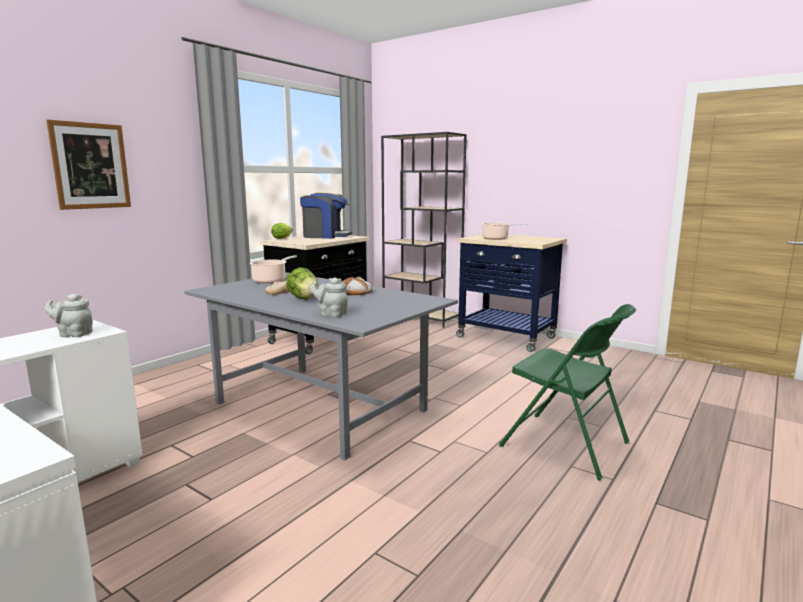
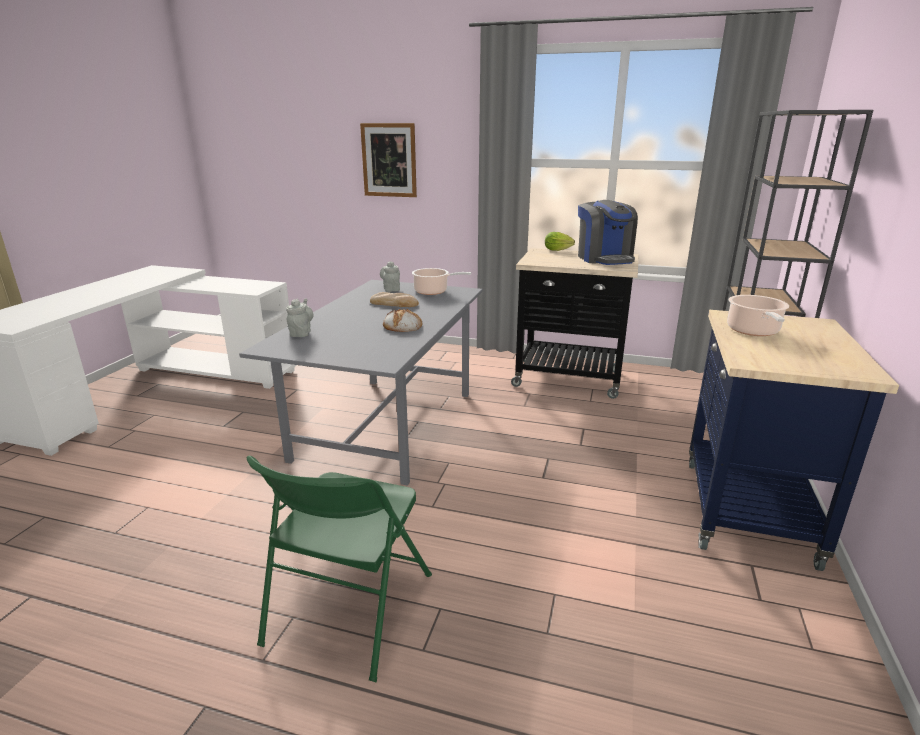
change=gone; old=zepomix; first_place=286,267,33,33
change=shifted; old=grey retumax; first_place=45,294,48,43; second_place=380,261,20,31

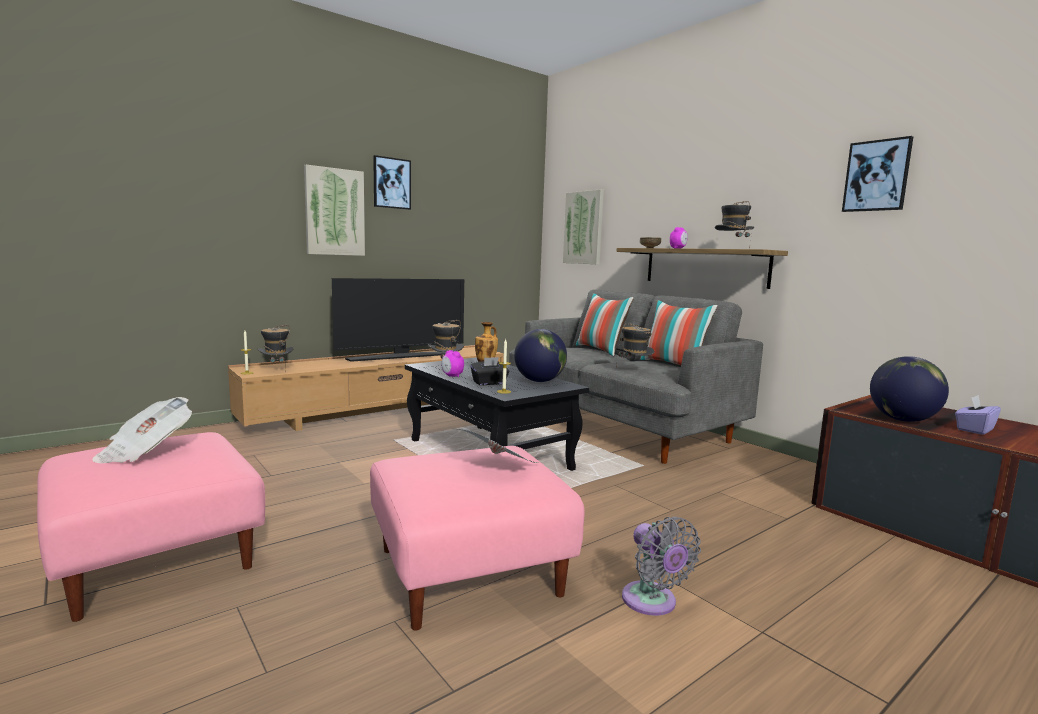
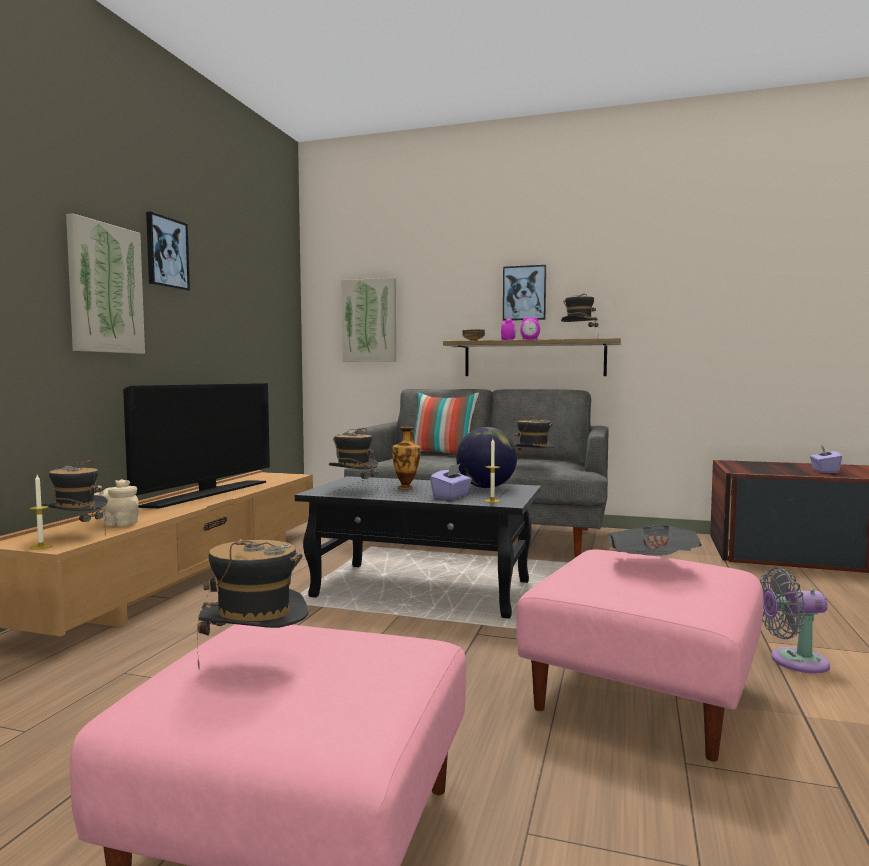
change=gone; old=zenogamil; first_place=640,300,78,66
change=gone; old=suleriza; first_place=870,356,79,66
change=new; new=beige retumax; second_place=94,479,45,48
change=shifted; old=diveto; first_place=442,350,22,27; second_place=520,317,20,23
change=shifted; old=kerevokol; first_place=842,136,71,76; second_place=503,265,43,56
change=swapped; old=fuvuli; new=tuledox; first_place=92,397,100,66; second_place=197,539,112,130
change=repainted; old=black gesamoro; new=purple gesamoro; first_place=470,357,39,28; second_place=430,464,42,36
change=rotated; old=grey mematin; first_place=622,517,79,99; second_place=760,567,70,106; degrees=150

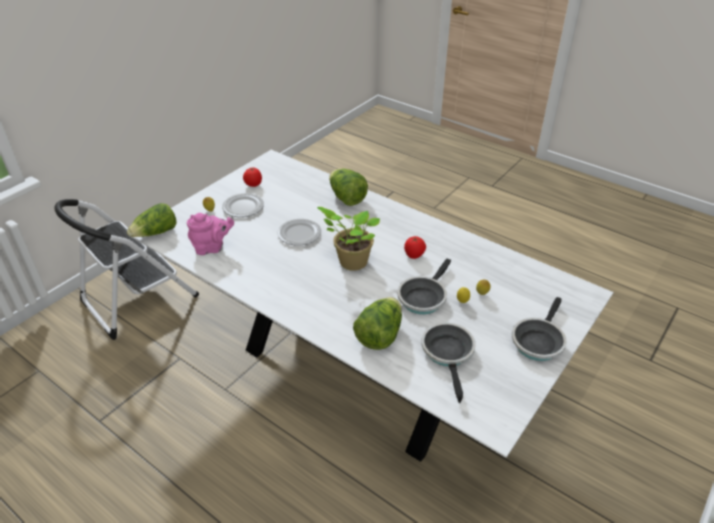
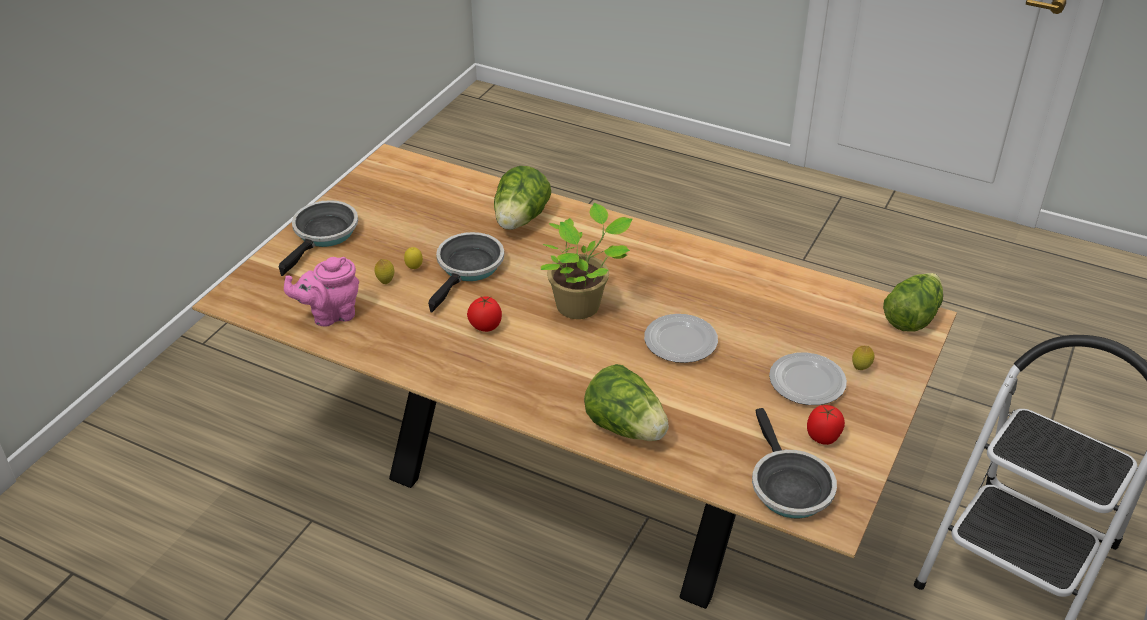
change=shifted; old=pink retumax; first_place=187,213,47,42; second_place=284,257,75,69
change=shifted; old=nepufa; first_place=421,323,55,80; second_place=752,408,85,110
change=repainted; old=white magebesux; new=brown magebesux; first_place=132,150,482,312; second_place=192,144,765,465

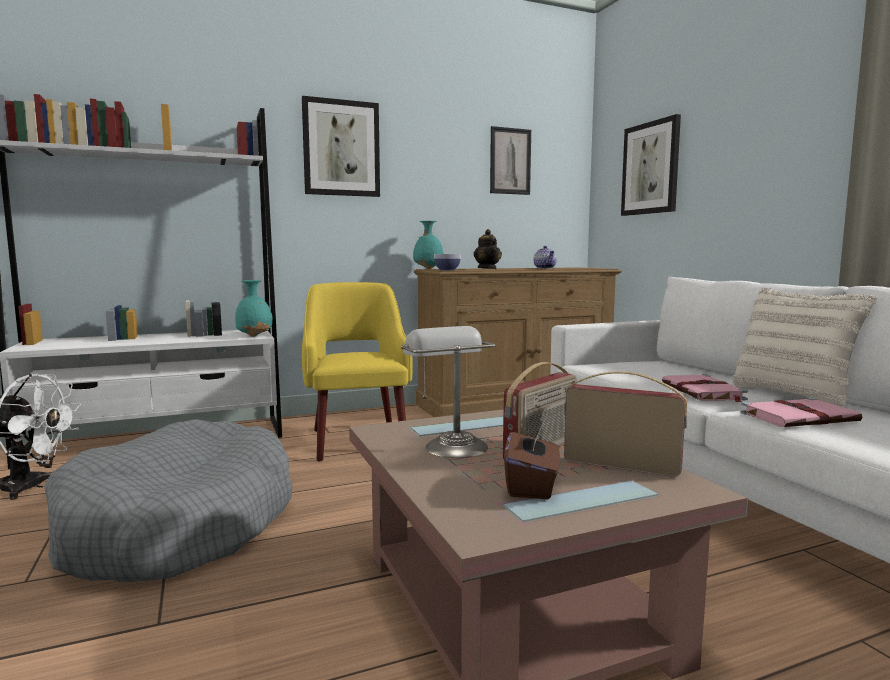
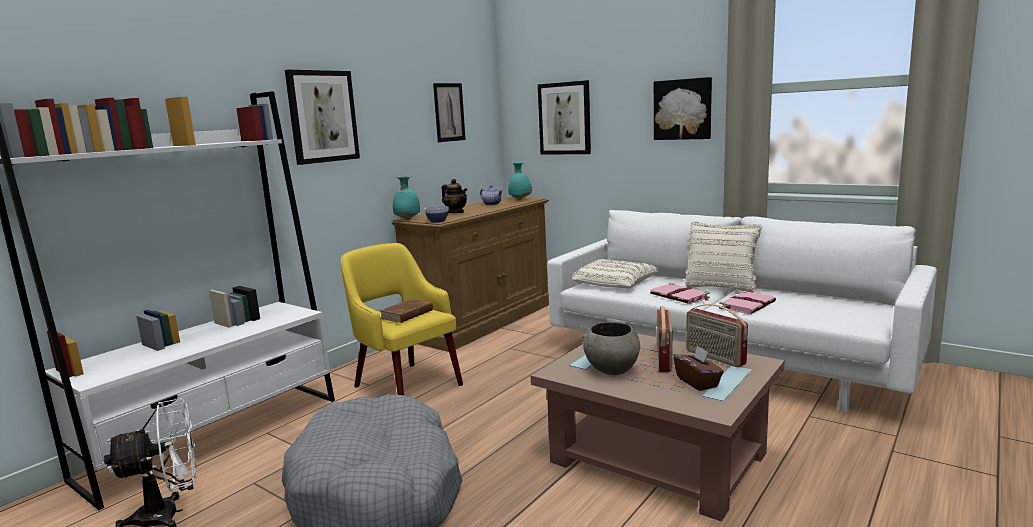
change=new; new=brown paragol; second_place=379,299,55,24
change=new; new=beige zenogamil; second_place=572,259,86,30
change=new; new=kerevokol; second_place=654,77,58,63
change=shifted; old=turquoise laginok; first_place=235,280,38,57; second_place=508,162,24,38
change=swapped; old=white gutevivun; new=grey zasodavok; first_place=401,326,95,132; second_place=583,322,57,53
change=rotated; old=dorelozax; first_place=564,371,123,106; second_place=686,304,62,63; degrees=-120

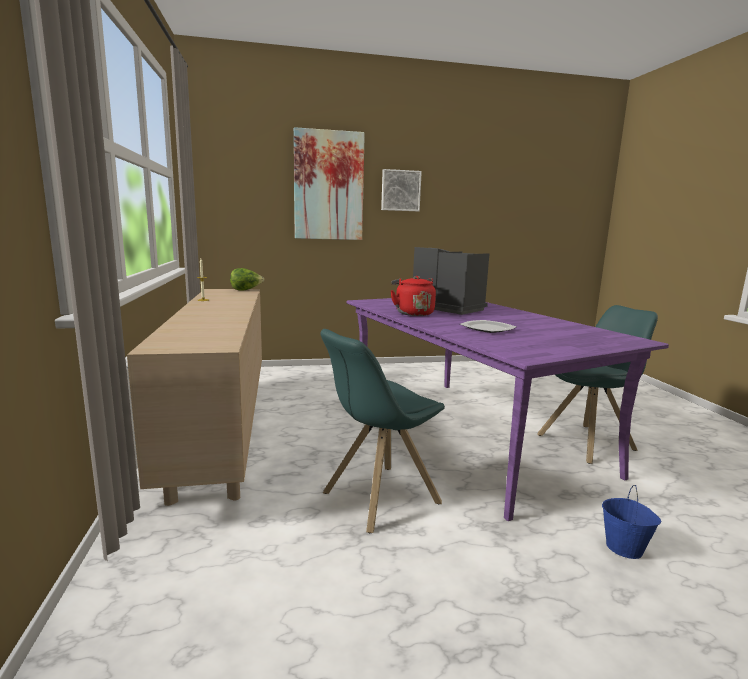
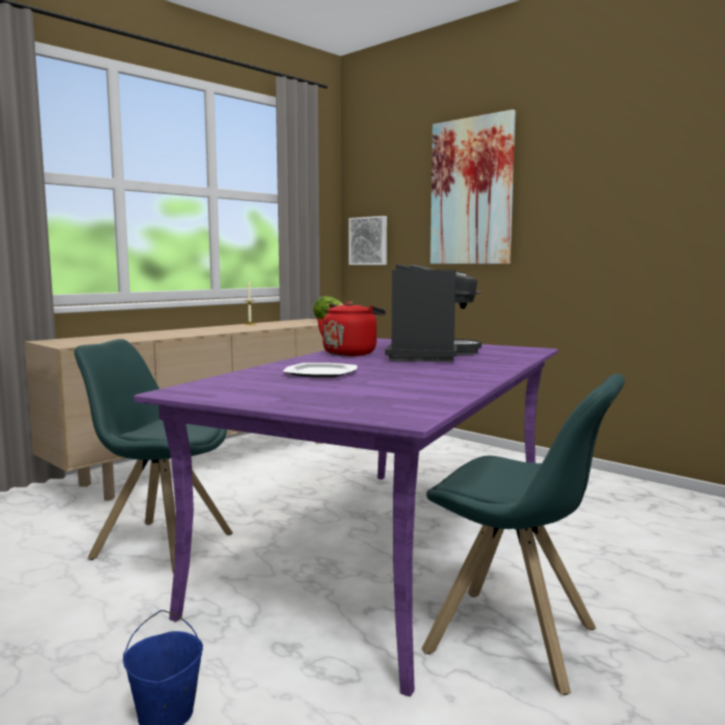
change=shifted; old=kerevokol; first_place=381,169,41,42; second_place=349,216,38,49

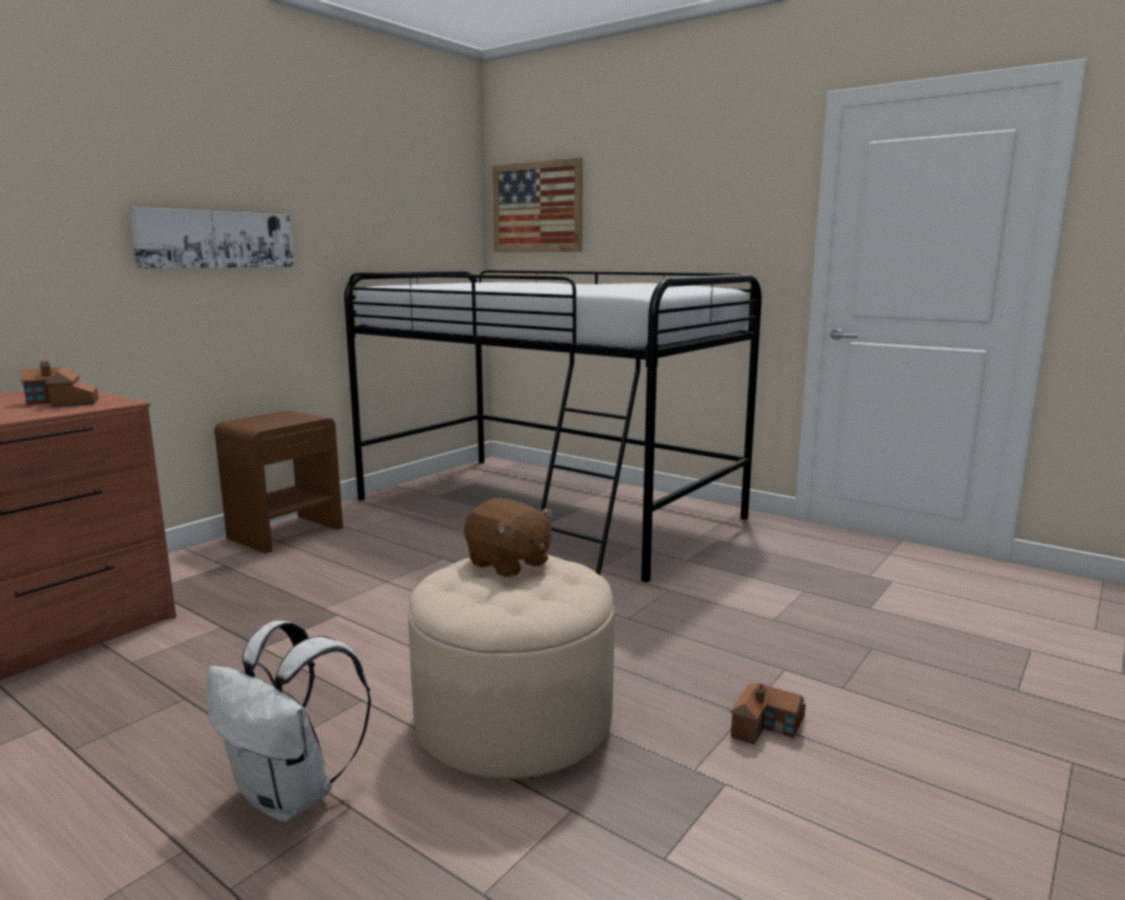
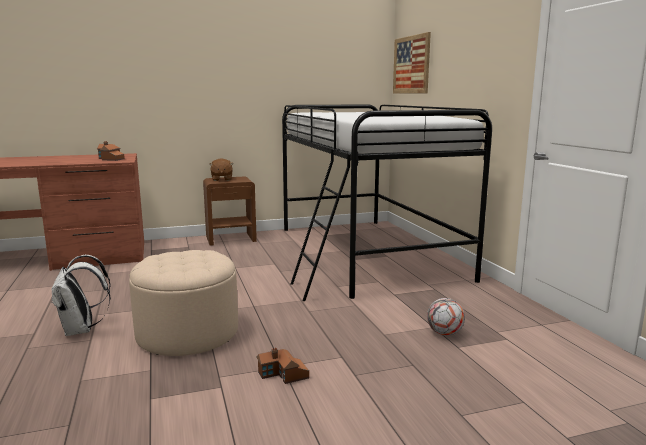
change=gone; old=kerevokol; first_place=128,207,166,62
change=new; new=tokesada; second_place=427,298,38,38
change=shifted; old=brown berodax; first_place=464,498,89,79; second_place=209,158,24,23

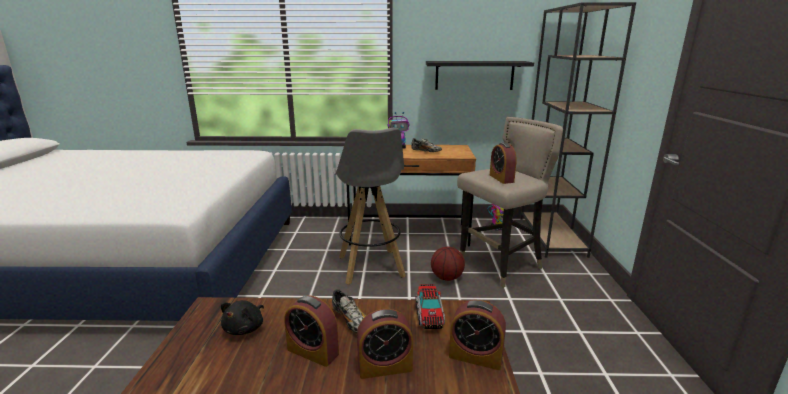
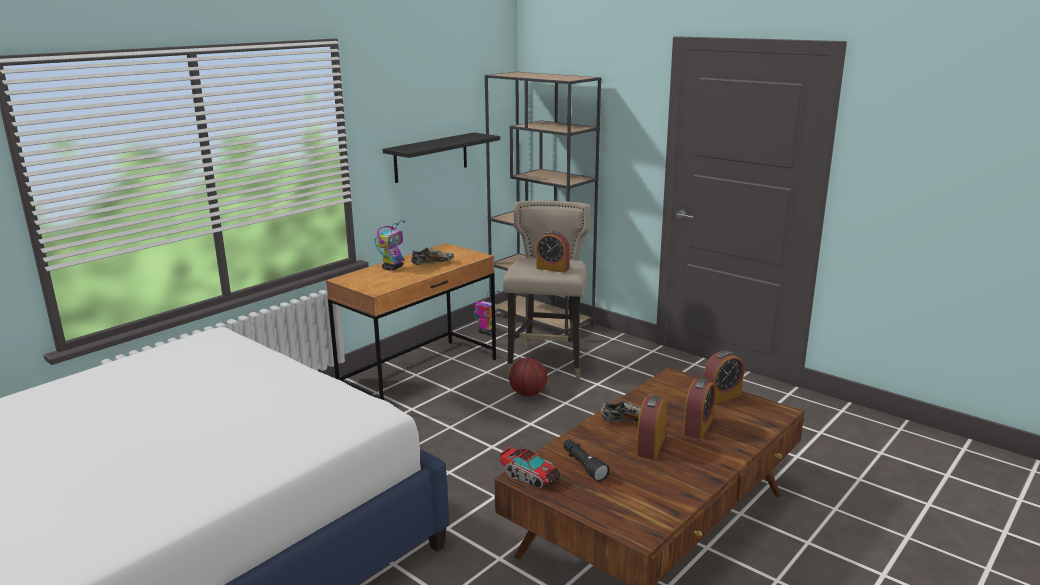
change=gone; old=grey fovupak; first_place=333,127,73,158
change=shifted; old=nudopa; first_place=415,284,30,45; second_place=499,447,62,41
change=swapped; old=black berodax; new=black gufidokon; first_place=221,300,43,35; second_place=563,439,46,43
change=rotated; old=diveto; first_place=284,296,55,71; second_place=636,395,31,65; degrees=135

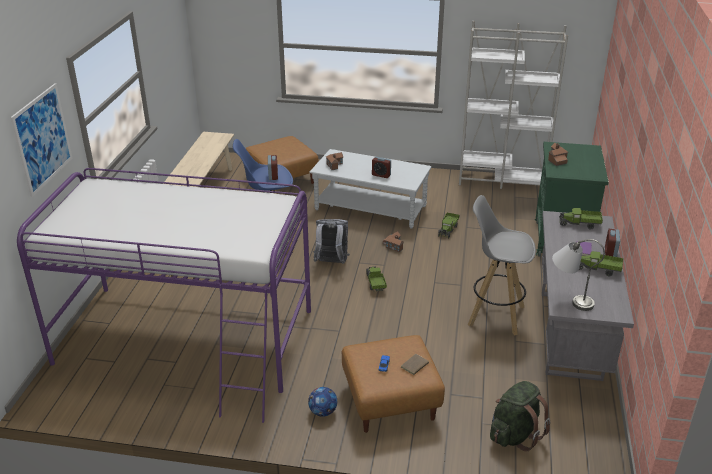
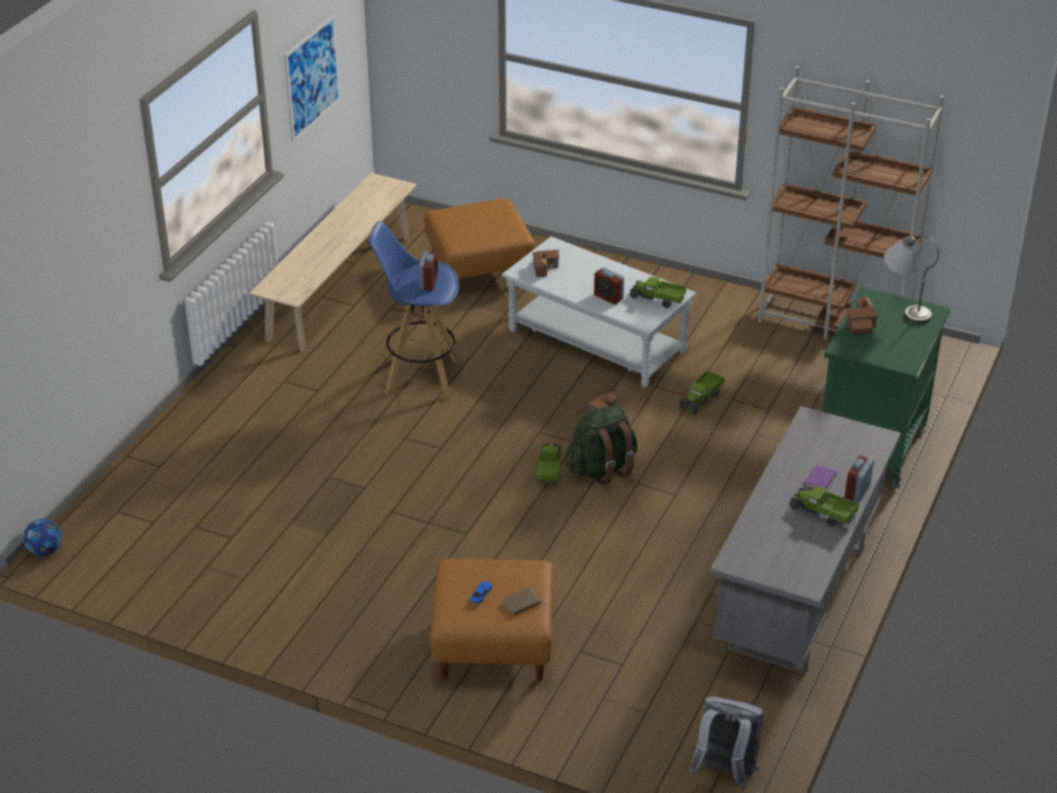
change=gone; old=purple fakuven; first_place=17,168,294,255
change=gone; old=grey fovupak; first_place=468,195,68,141
change=shifted; old=kerevokol; first_place=10,83,62,114; second_place=284,14,57,129
change=shifted; old=tokesada; first_place=308,387,29,30; second_place=23,519,39,37
change=shifted; old=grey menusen; first_place=313,219,36,45; second_place=689,697,75,93
change=shifted; old=green menusen; first_place=490,381,60,70; second_place=566,406,72,80
change=shifted; old=grey gutevivun; first_place=552,239,53,72; second_place=884,235,55,89
change=shifted; old=nudopa; first_place=559,208,44,21; second_place=630,277,57,31
change=repainted; old=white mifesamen; new=brown mifesamen; first_place=459,21,109,168; second_place=758,66,186,274

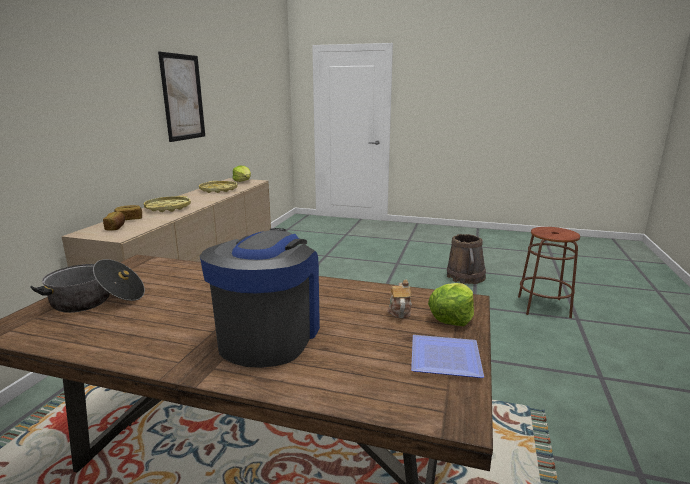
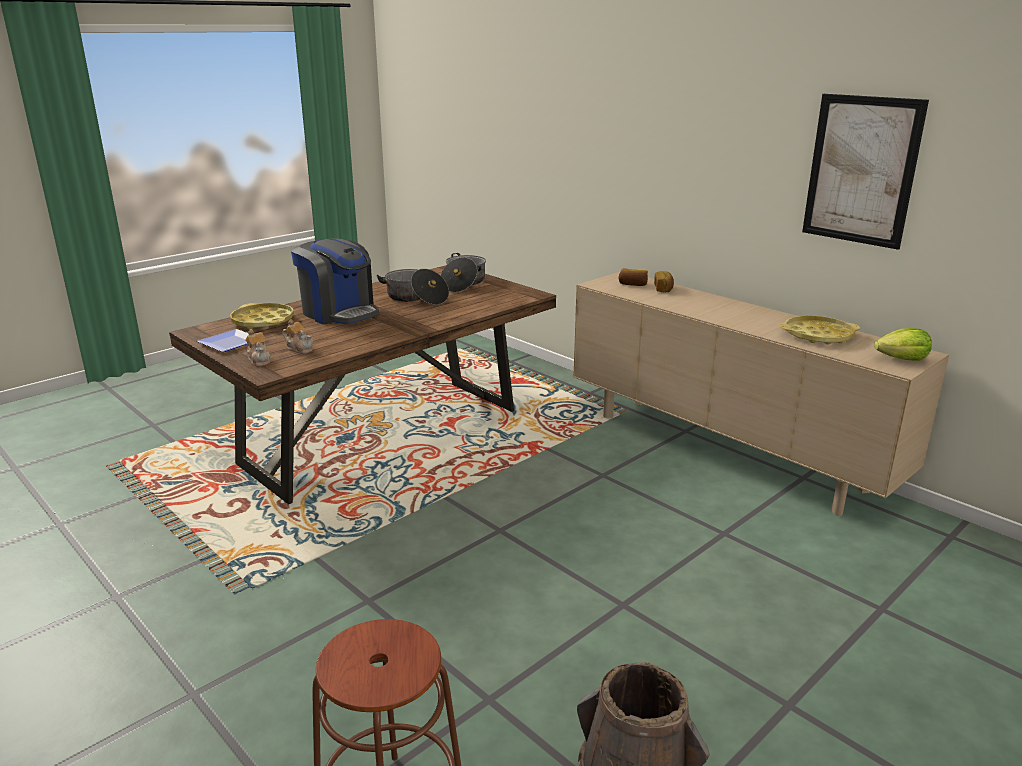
change=new; new=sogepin; second_place=376,269,73,36
change=shifted; old=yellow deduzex; first_place=144,196,47,16; second_place=230,303,64,26
change=swapped; old=zepomix; new=retumax; first_place=428,283,46,43; second_place=245,329,26,37

